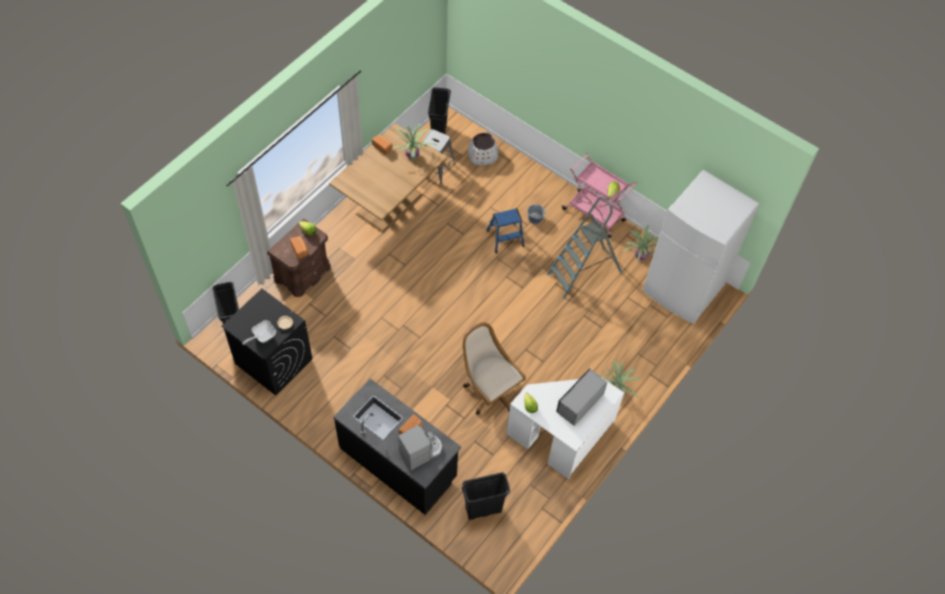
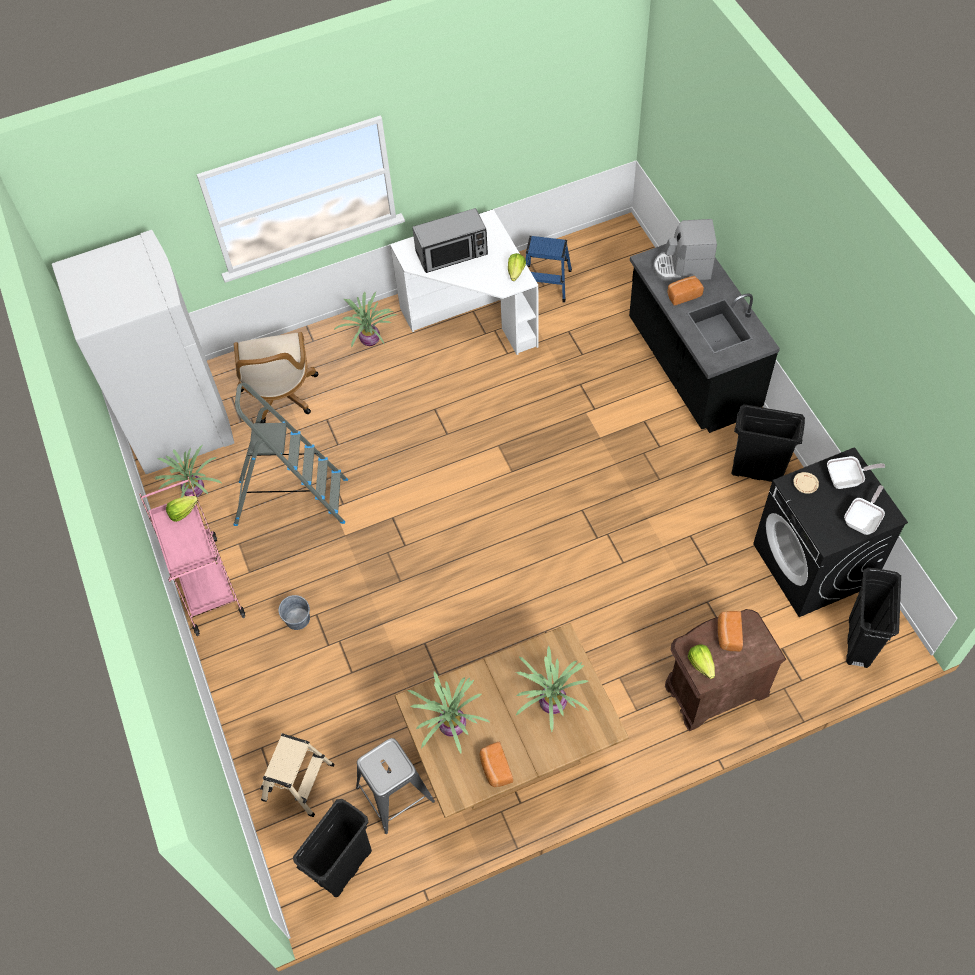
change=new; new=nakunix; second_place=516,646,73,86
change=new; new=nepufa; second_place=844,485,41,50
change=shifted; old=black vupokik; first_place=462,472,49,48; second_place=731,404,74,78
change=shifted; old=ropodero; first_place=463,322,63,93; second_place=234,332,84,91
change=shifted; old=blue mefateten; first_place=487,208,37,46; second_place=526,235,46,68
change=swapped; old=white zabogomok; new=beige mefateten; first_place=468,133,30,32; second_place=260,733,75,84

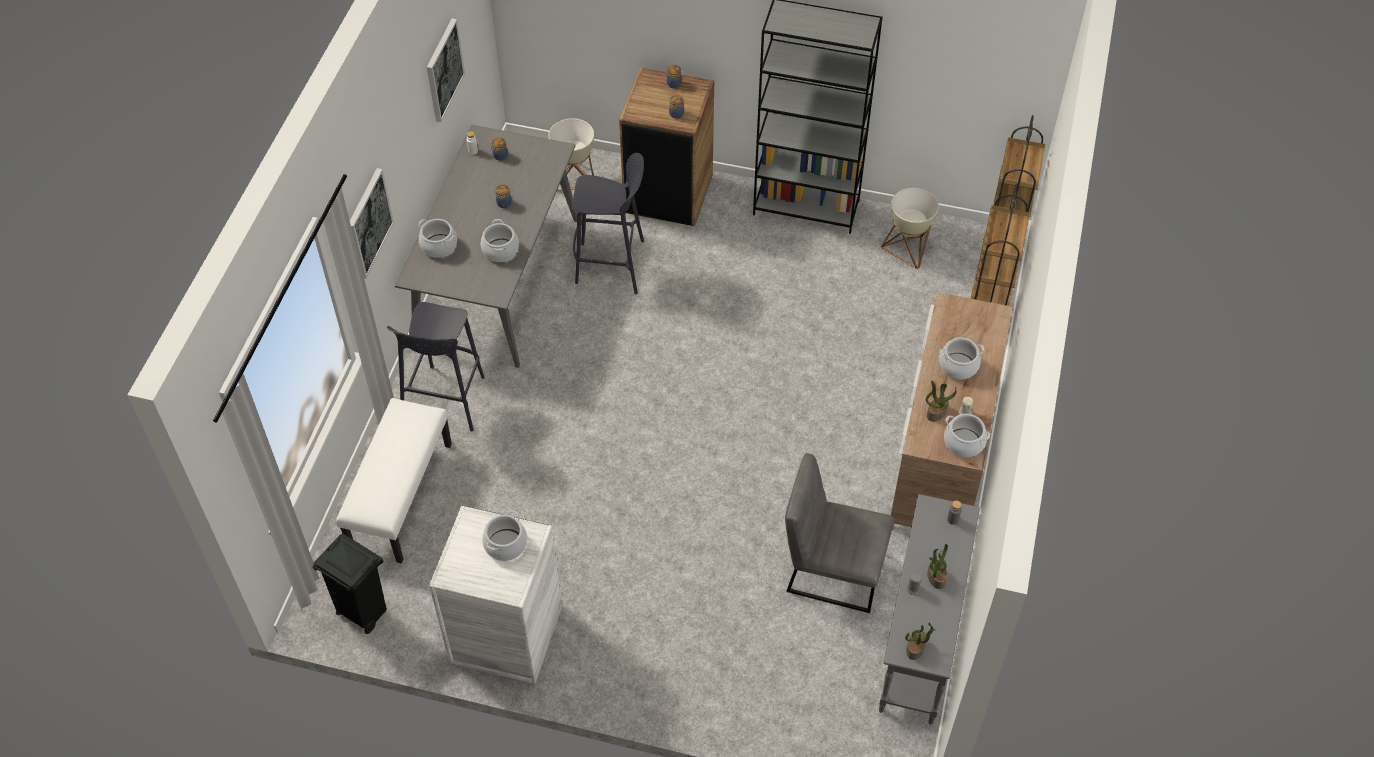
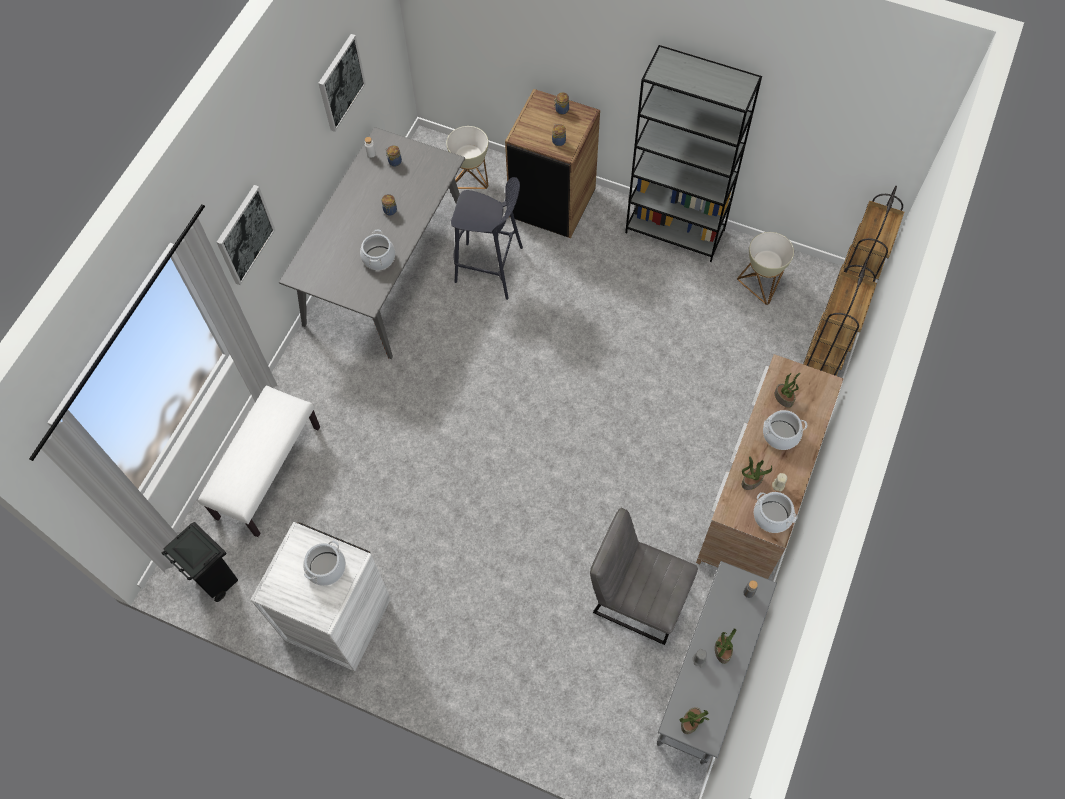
change=gone; old=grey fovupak; first_place=387,302,98,129
change=gone; old=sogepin; first_place=418,219,39,39
change=new; new=nakunix; second_place=775,373,25,35

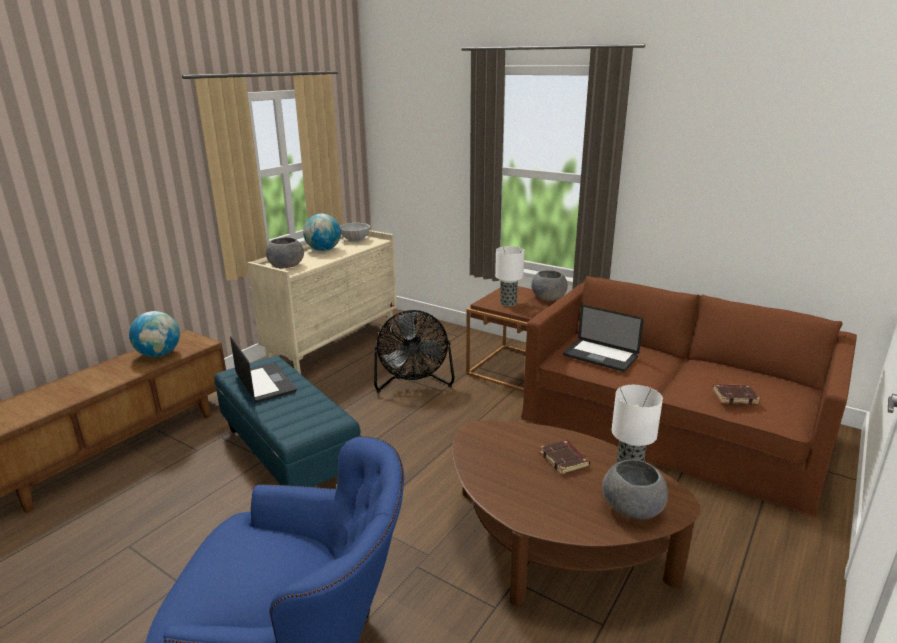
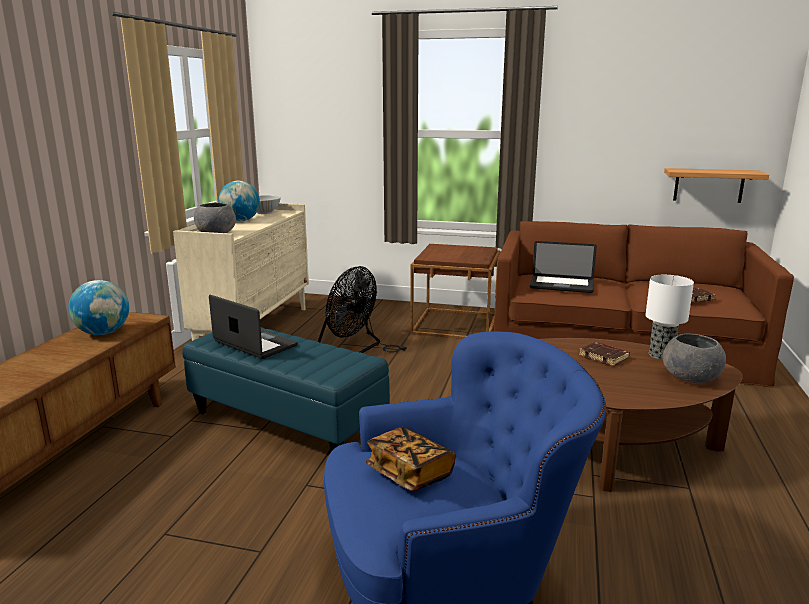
change=gone; old=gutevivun; first_place=495,246,30,60
change=gone; old=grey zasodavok; first_place=531,270,37,31
change=new; new=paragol; second_place=366,427,90,64
change=new; new=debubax; second_place=664,168,105,35
change=rotated; old=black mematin; first_place=374,310,80,83; second_place=318,266,89,87; degrees=150

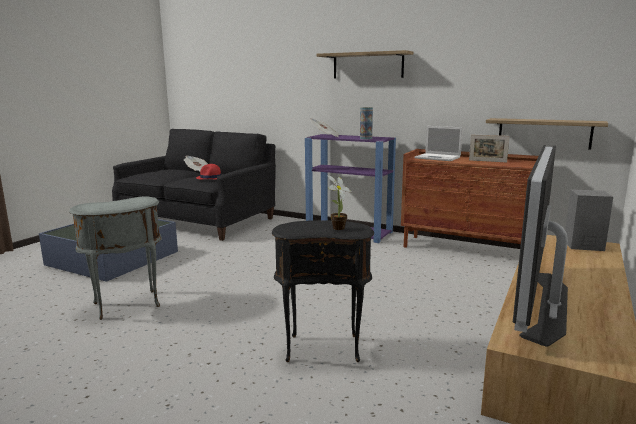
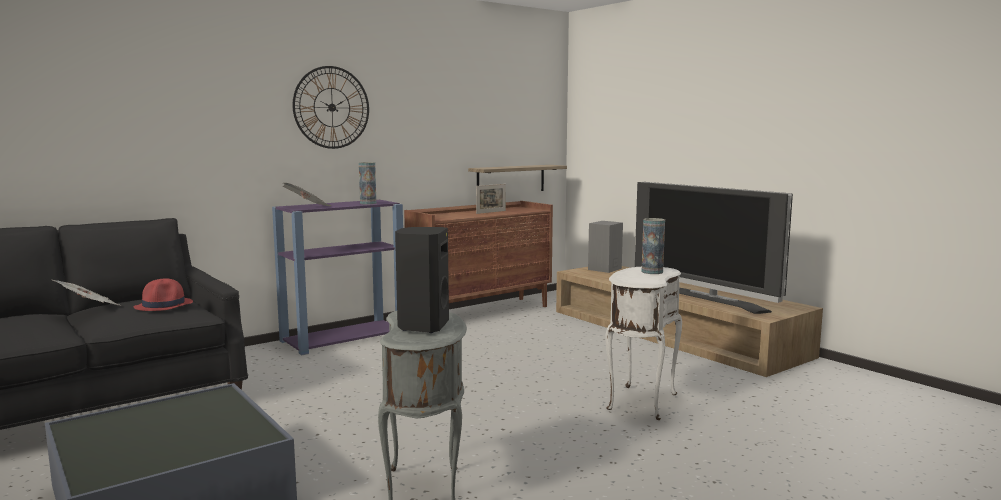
change=gone; old=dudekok; first_place=415,126,48,35
change=new; new=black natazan; second_place=395,227,54,106
change=swapped; old=debubax; new=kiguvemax; first_place=316,50,97,28; second_place=293,66,76,83
change=swapped; old=nakunix; new=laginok; first_place=327,175,25,55; second_place=642,218,23,56
change=repainted; old=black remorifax; new=white remorifax; first_place=272,220,102,142; second_place=605,267,77,153

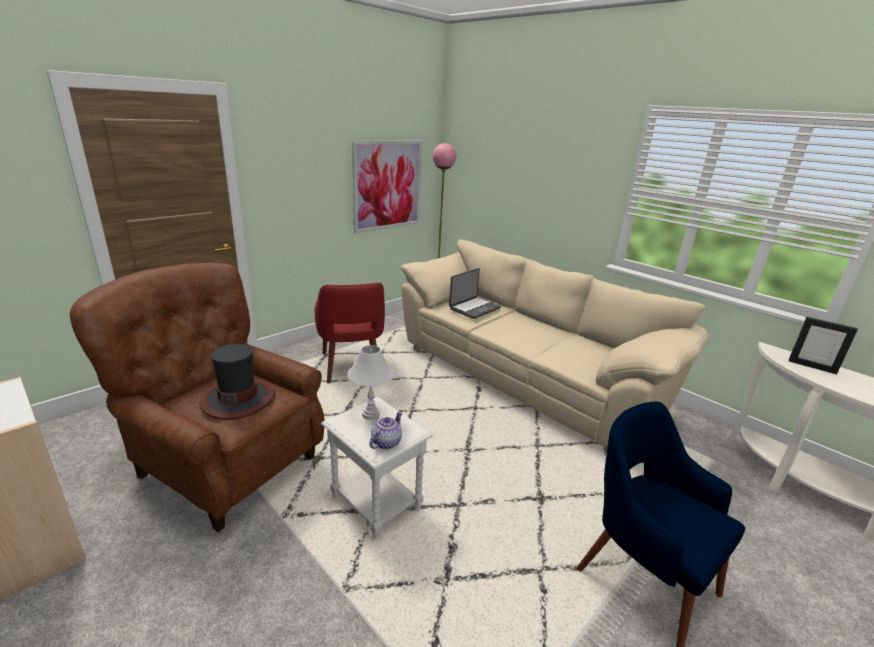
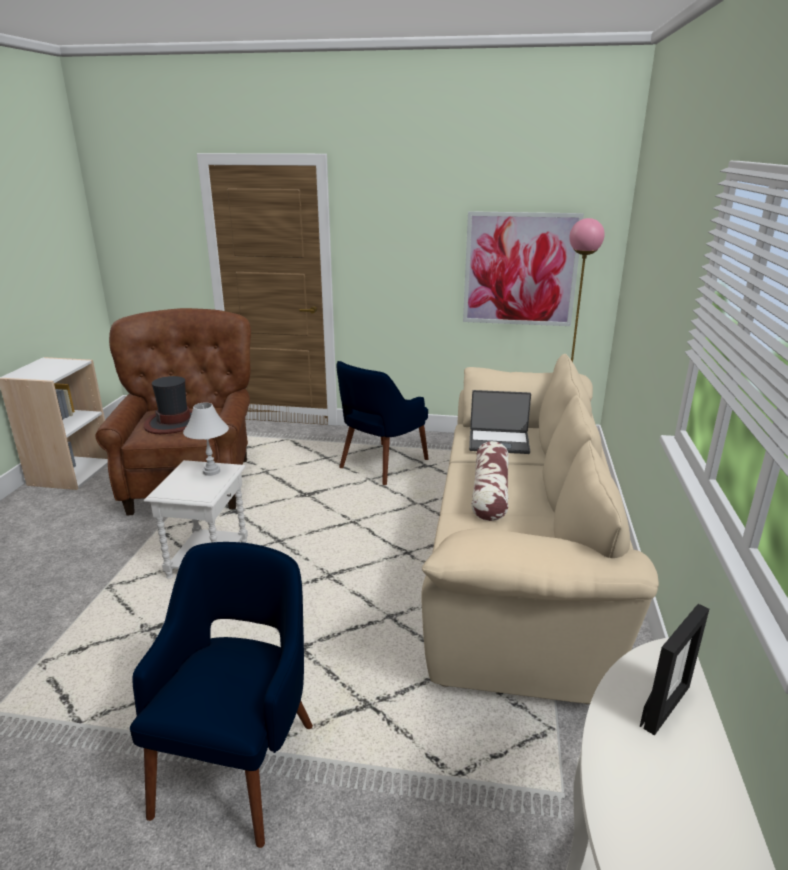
change=gone; old=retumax; first_place=369,412,33,37
change=new; new=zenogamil; second_place=471,441,37,80
change=repainted; old=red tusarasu; new=blue tusarasu; first_place=315,283,70,100; second_place=337,361,92,124
change=rotated; old=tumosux; first_place=789,317,69,57; second_place=640,604,69,131; degrees=-135

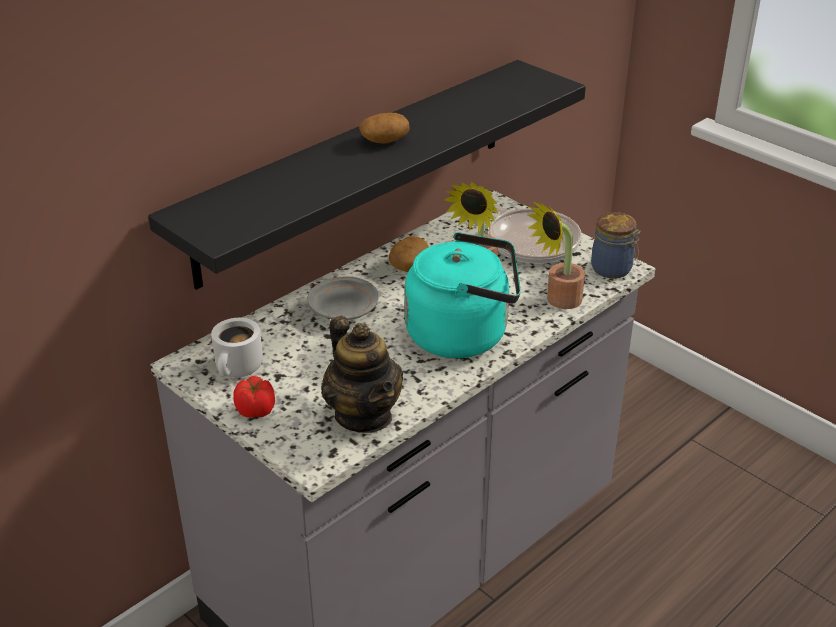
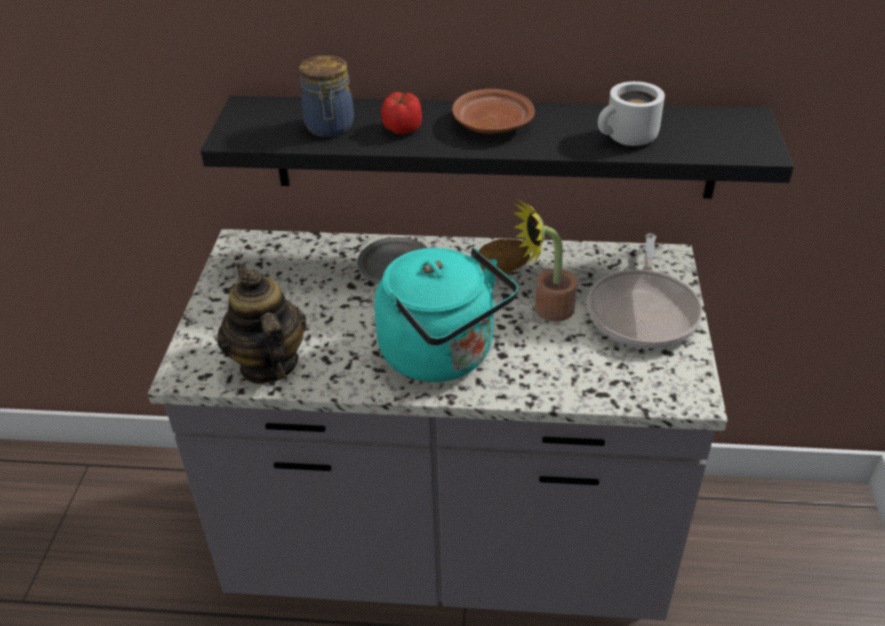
change=gone; old=nakunix; first_place=527,201,58,108
change=shifted; old=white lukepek; first_place=211,318,52,59; second_place=598,81,67,65
change=shifted; old=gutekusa; first_place=233,376,42,42; second_place=381,92,41,42
change=shifted; old=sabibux; first_place=591,212,49,67; second_place=299,55,55,82
change=swapped; old=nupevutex; new=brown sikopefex; first_place=359,113,50,30; second_place=452,89,83,45
change=rotated; old=retumax; first_place=321,316,82,117; second_place=217,263,89,121; degrees=135

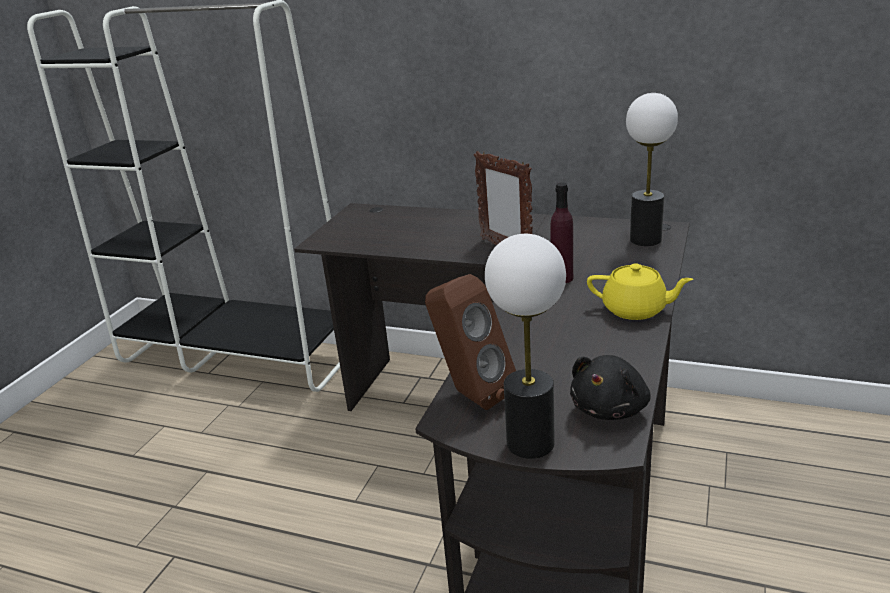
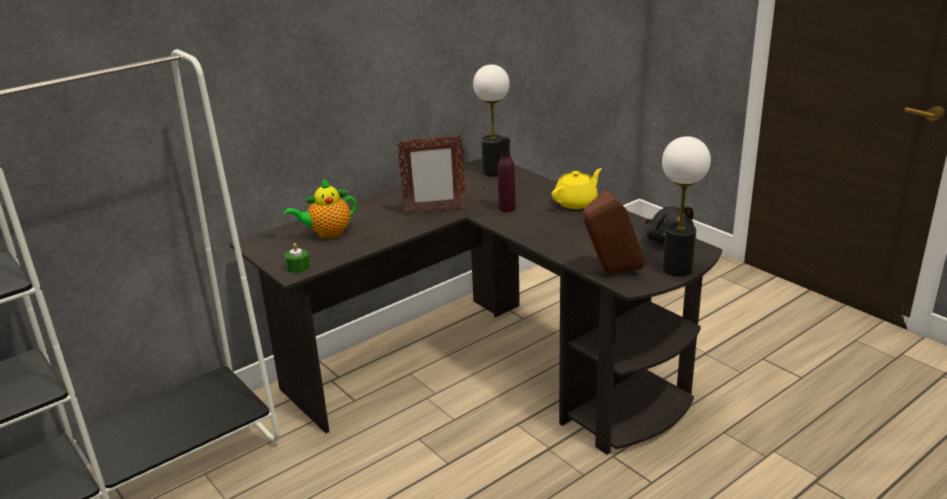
change=new; new=retumax; second_place=284,179,73,60
change=new; new=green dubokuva; second_place=284,243,26,30

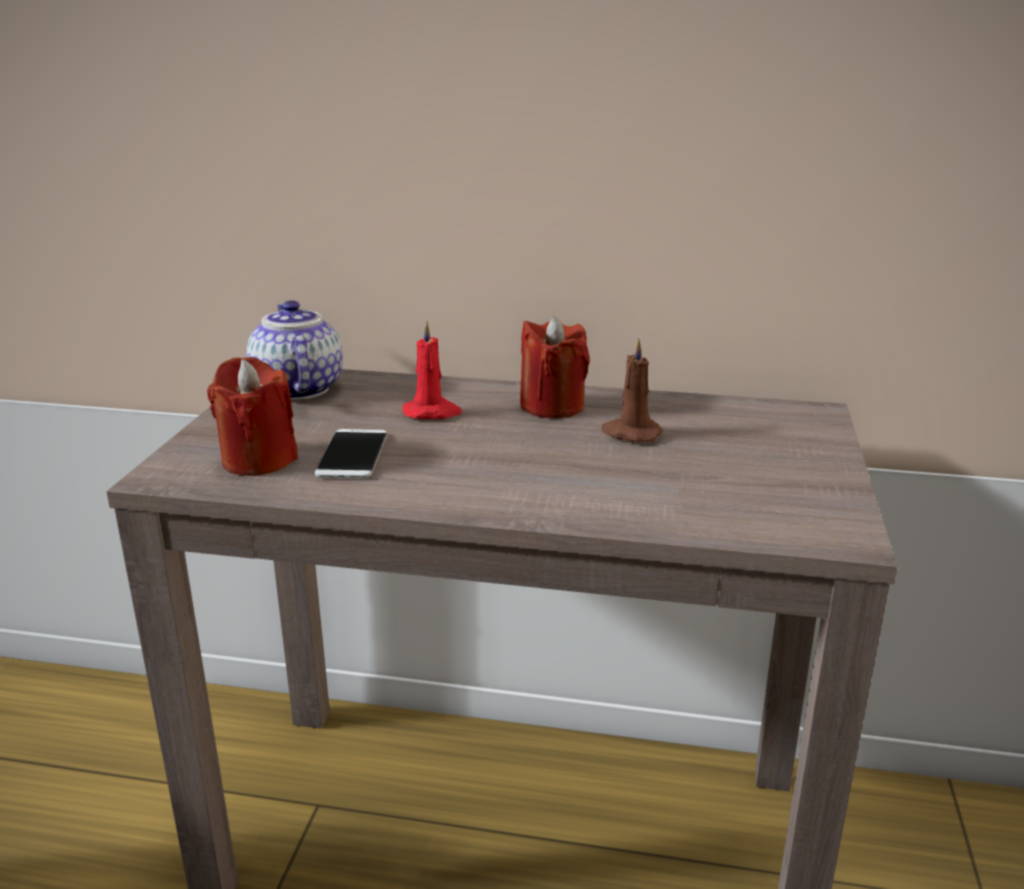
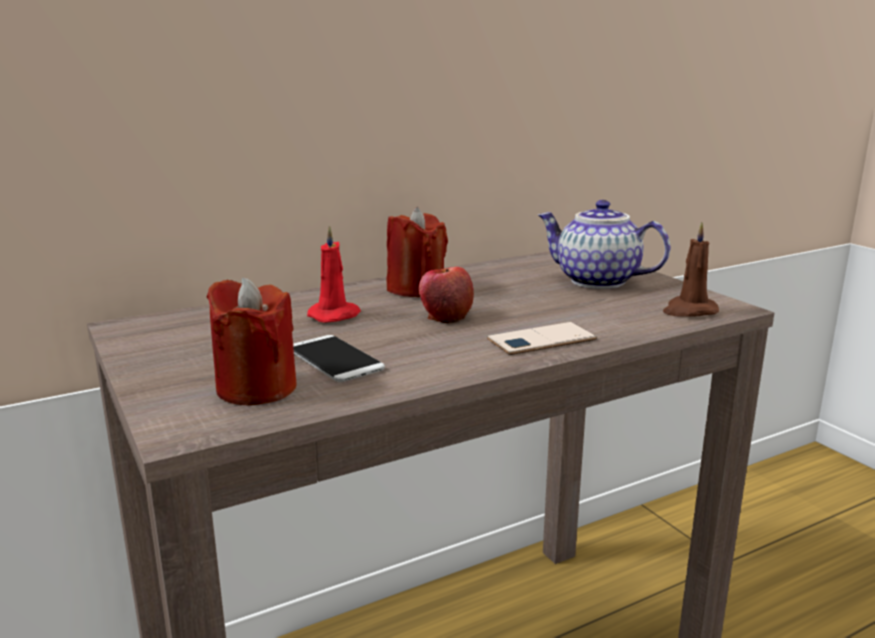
change=new; new=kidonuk; second_place=419,267,55,56
change=new; new=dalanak; second_place=487,322,110,33
change=shifted; old=retumax; first_place=247,300,96,101; second_place=538,200,132,89
change=shifted; old=brown dubokuva; first_place=601,337,62,105; second_place=663,222,56,95

